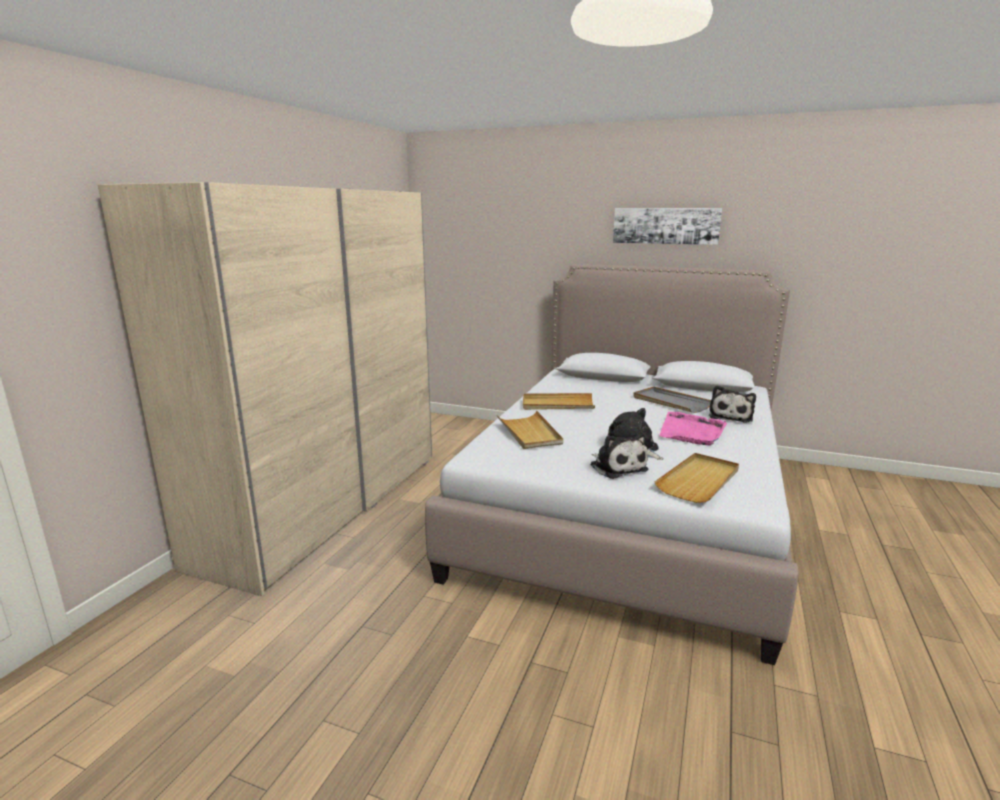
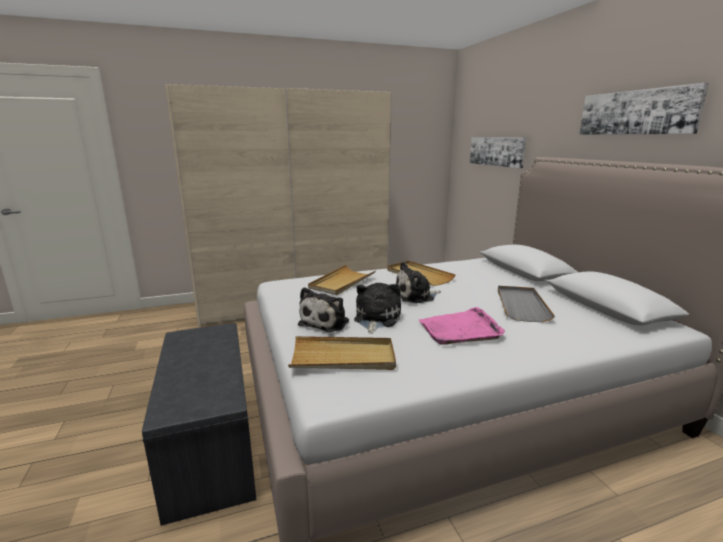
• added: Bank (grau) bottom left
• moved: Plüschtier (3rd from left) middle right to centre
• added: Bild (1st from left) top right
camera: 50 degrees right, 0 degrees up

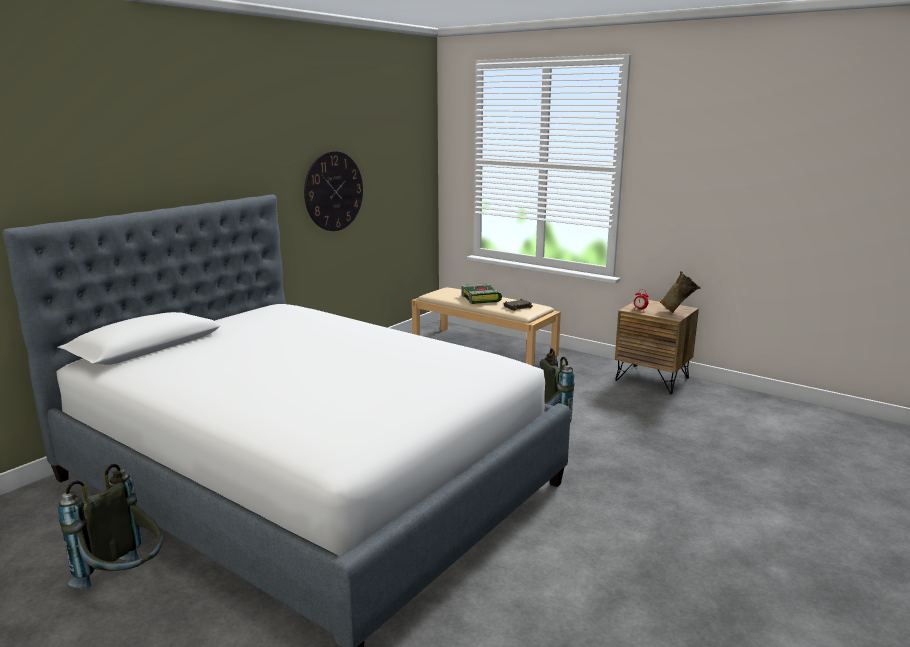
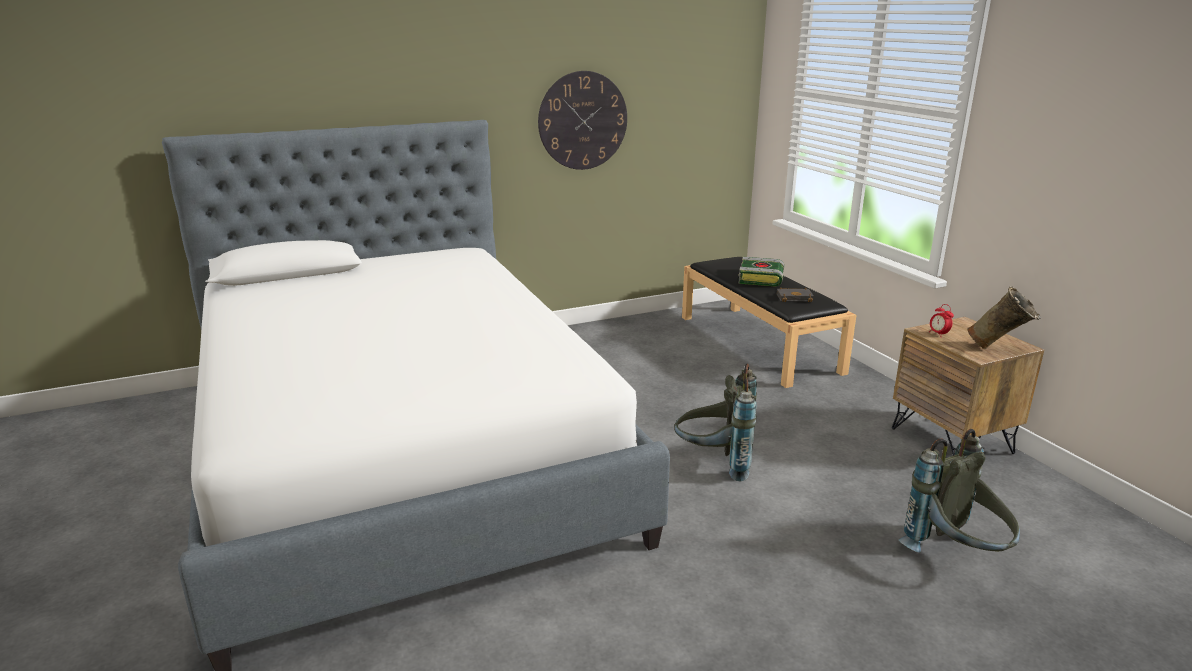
• recoloured: Bank (beige) centre to Bank (schwarz) centre
• moved: Rucksack (grau) (1st from left in the first image) bottom left to Rucksack (grau) (2nd from left) bottom right
camera: 30 degrees right, 5 degrees up

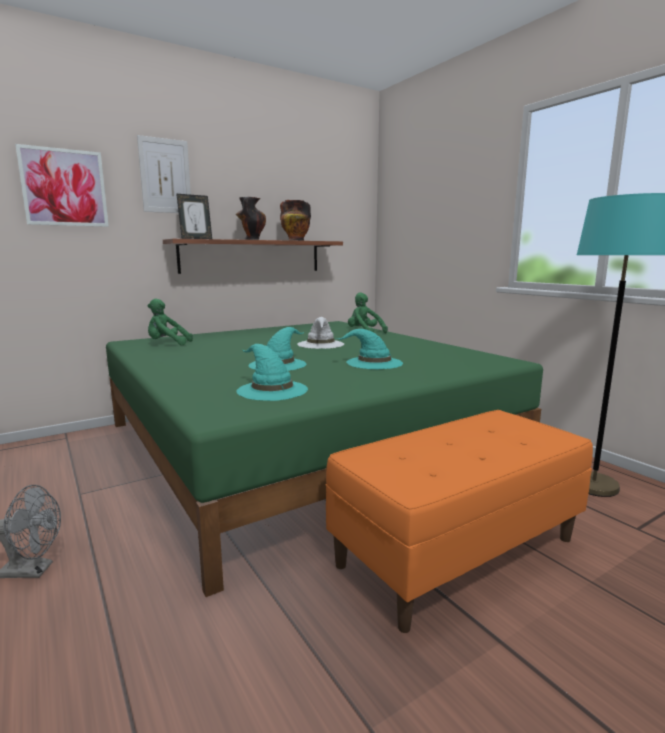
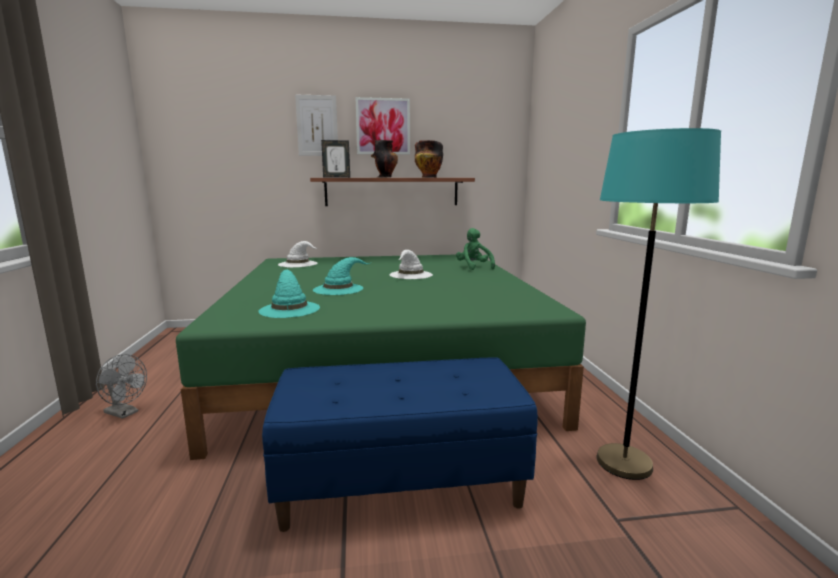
• recoloured: Bank (orange) bottom right to Bank (blau) bottom centre
• replaced: Plüschtier (grün) (1st from left) middle left to Hut (weiß) (1st from left) centre
• moved: Bild (1st from left in the first image) top left to Bild (2nd from left) top centre
• removed: Hut (türkis) (3rd from left) centre
camera: 25 degrees right, 0 degrees up

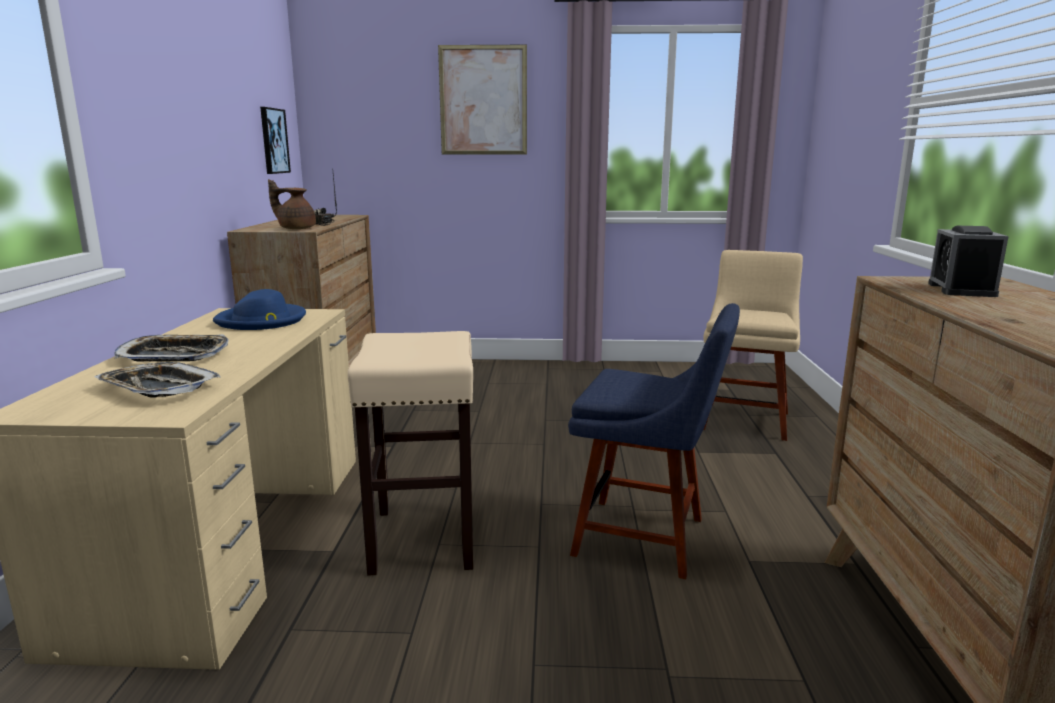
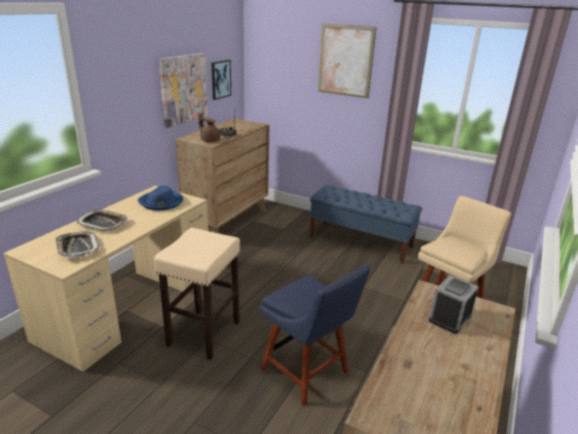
• added: Bild (1st from left) top left
• added: Bank (blau) centre
camera: 25 degrees right, 10 degrees up

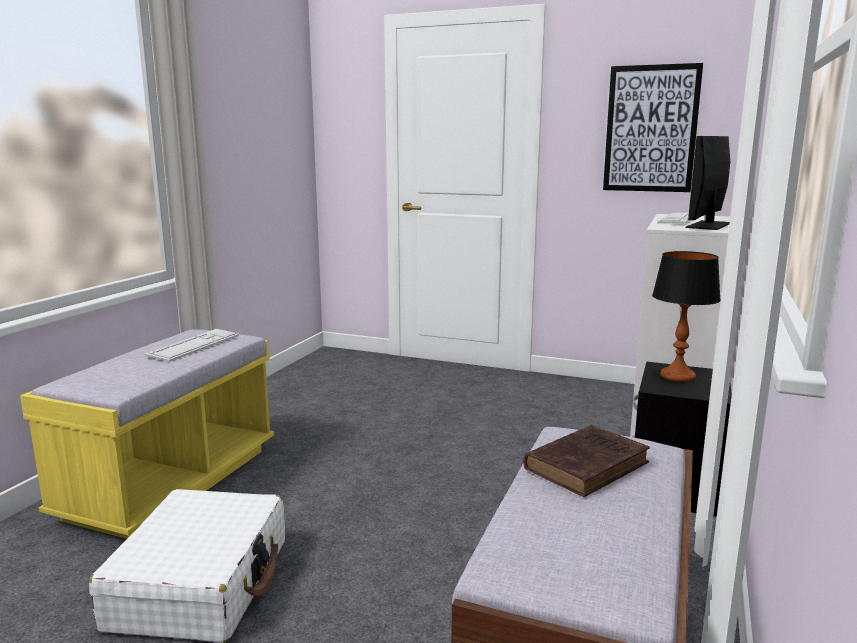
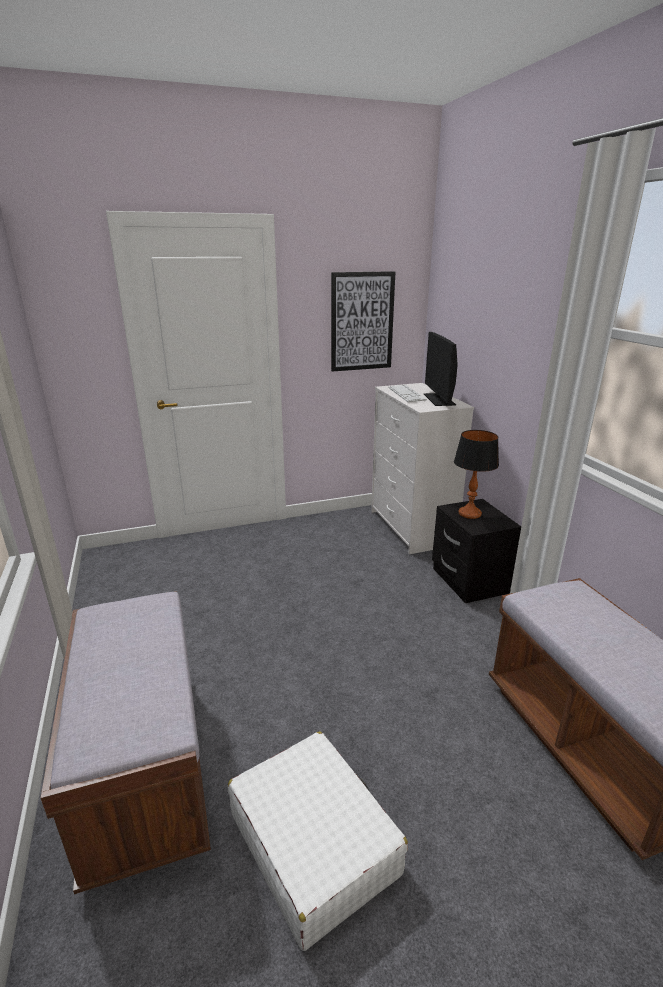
• recoloured: Bank (gelb) bottom left to Bank (braun) (1st from left) bottom left
• removed: Tastatur (1st from left) middle left
• removed: Buch (braun) bottom right
camera: 40 degrees left, 10 degrees up

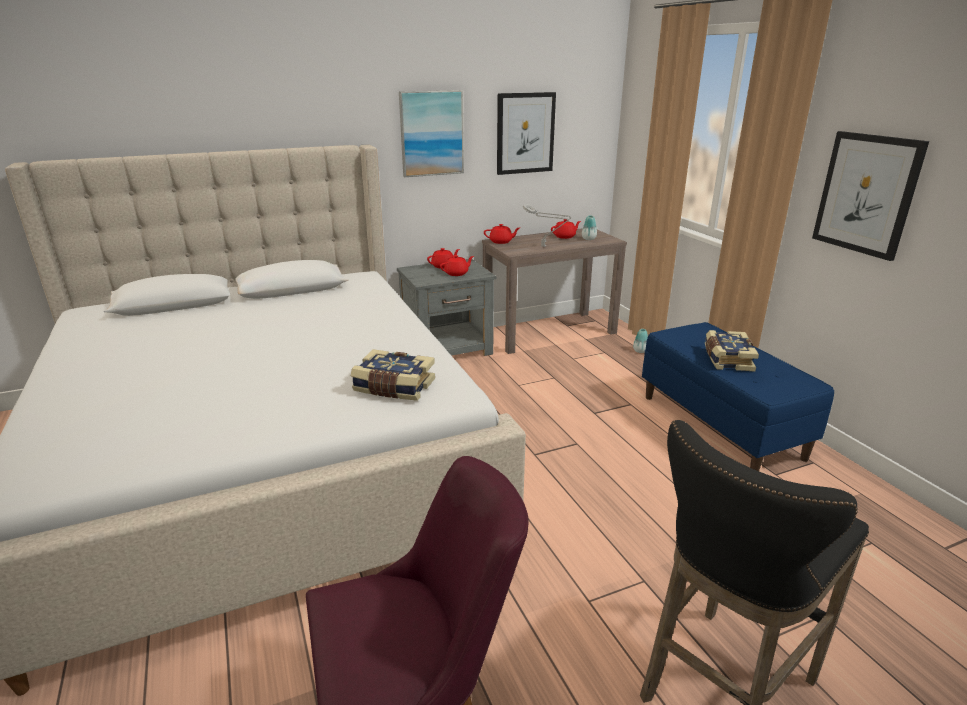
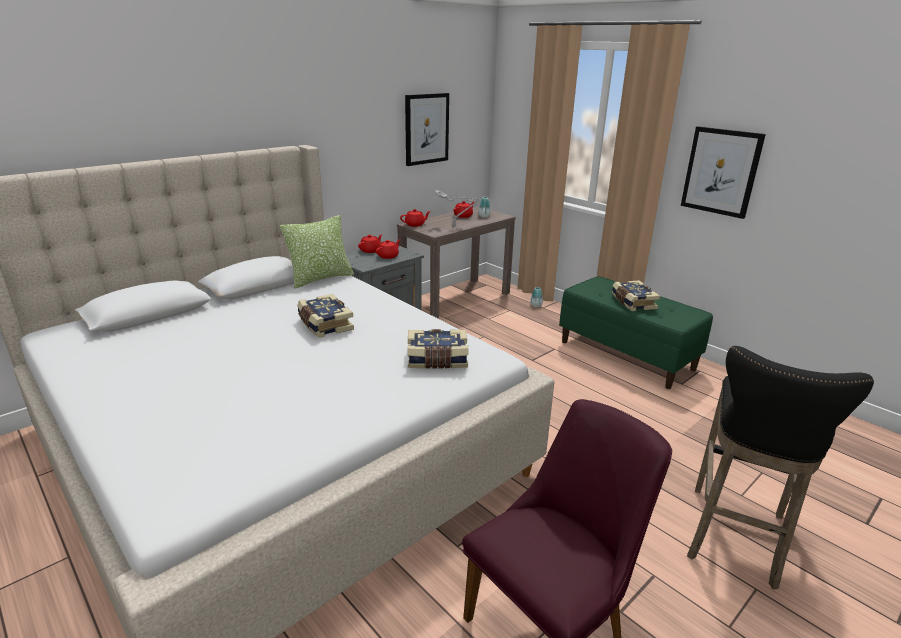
• added: Kissen centre
• added: Buch (1st from left) centre
• recoloured: Bank (blau) middle right to Bank (grün) middle right
• removed: Bild (1st from left) top centre
camera: 20 degrees left, 0 degrees up

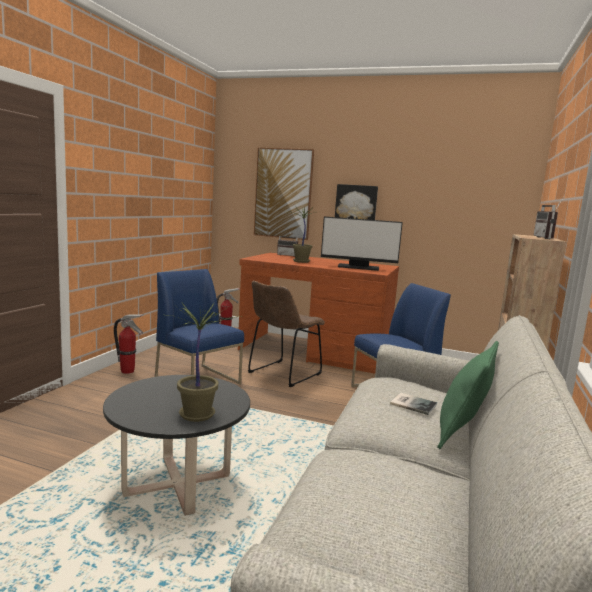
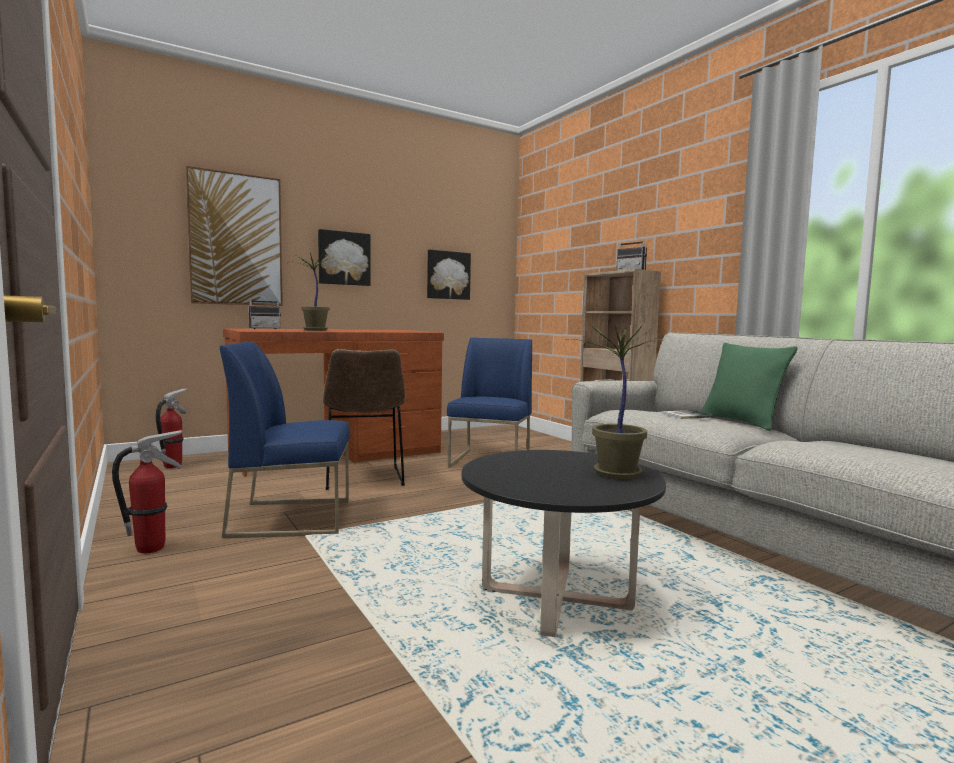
• added: Bild (3rd from left) centre
• removed: Monitor centre
camera: 50 degrees left, 5 degrees down

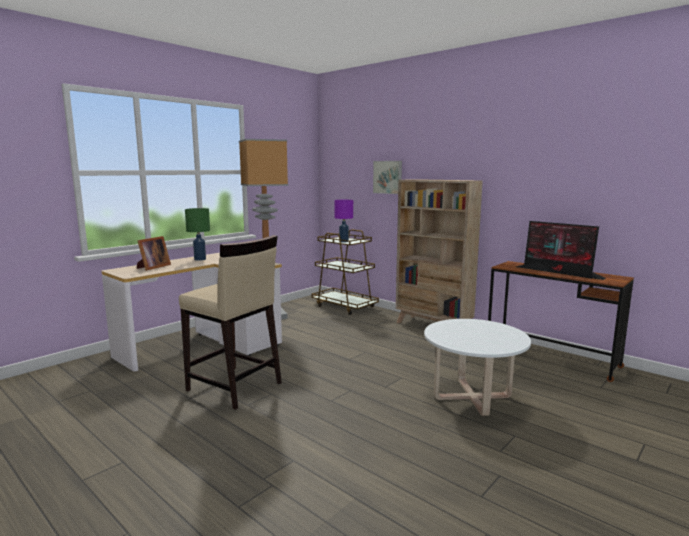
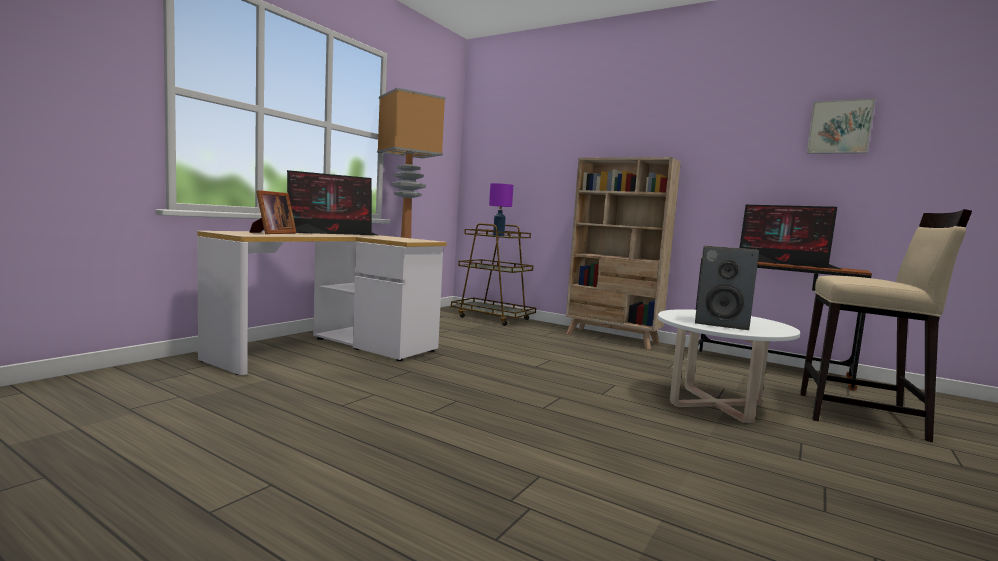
• replaced: Tischlampe (grün) middle left to Monitor (1st from left) middle left
• added: Lautsprecher middle right
• moved: Hocker (beige) centre to middle right
• moved: Bild top centre to top right
camera: 10 degrees left, 5 degrees down

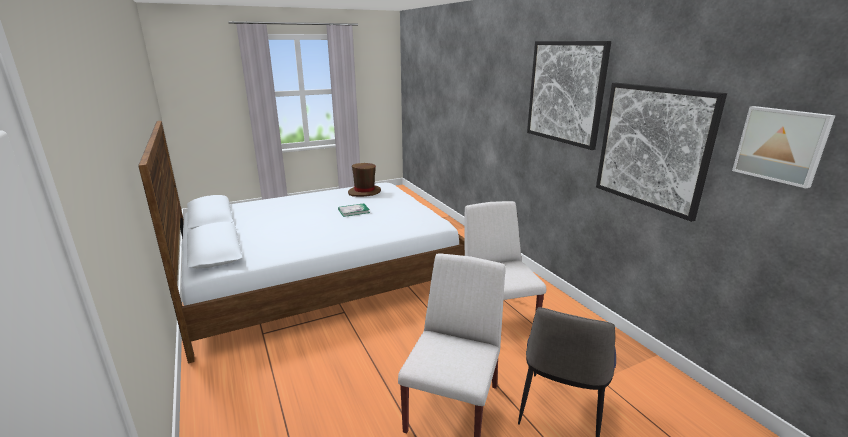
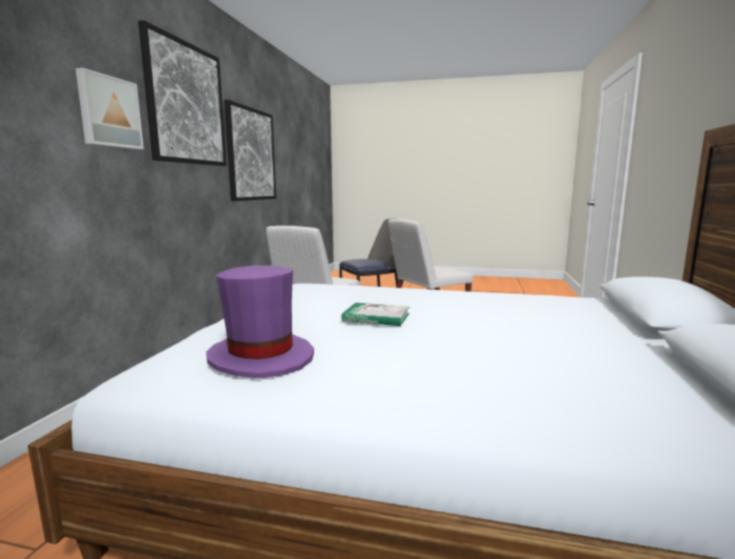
• moved: Bild (3rd from left in the first image) middle right to Bild (1st from left) top left
• recoloured: Hut (braun) centre to Hut (lila) centre
camera: 140 degrees left, 10 degrees down

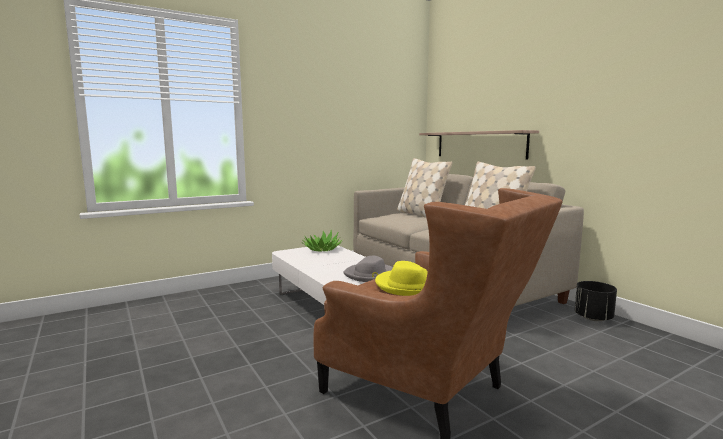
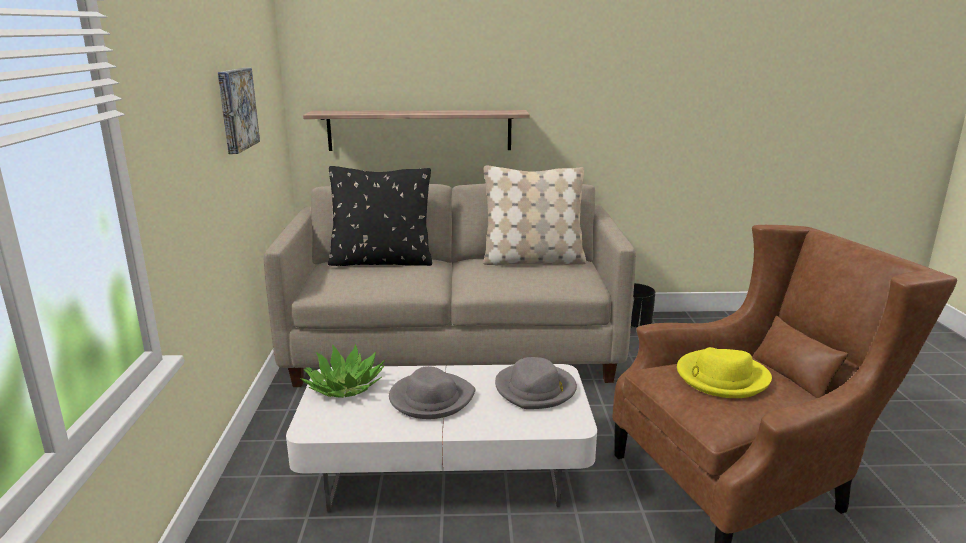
• added: Bild top left
• recoloured: Kissen (beige) (1st from left) centre to Kissen (schwarz) centre
• added: Hut (grau) (1st from left) bottom centre
camera: 60 degrees left, 10 degrees up

